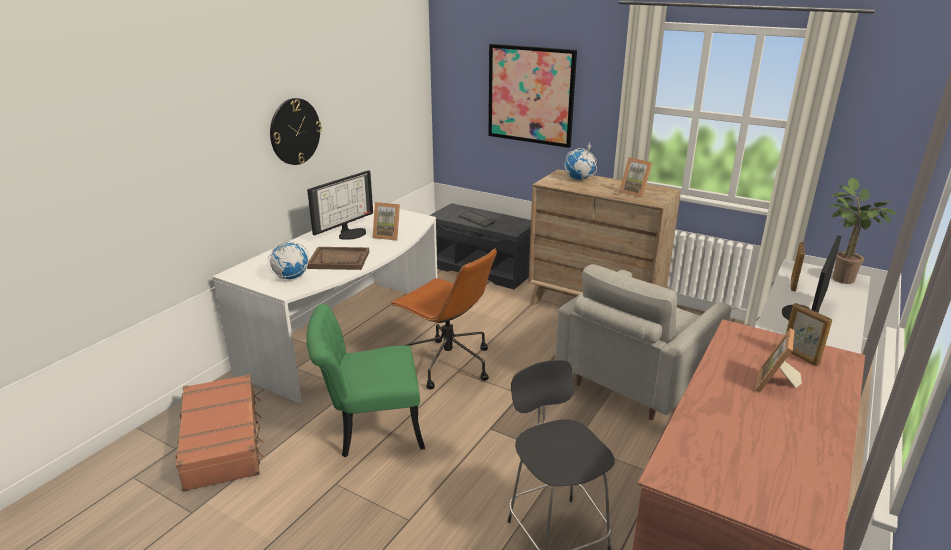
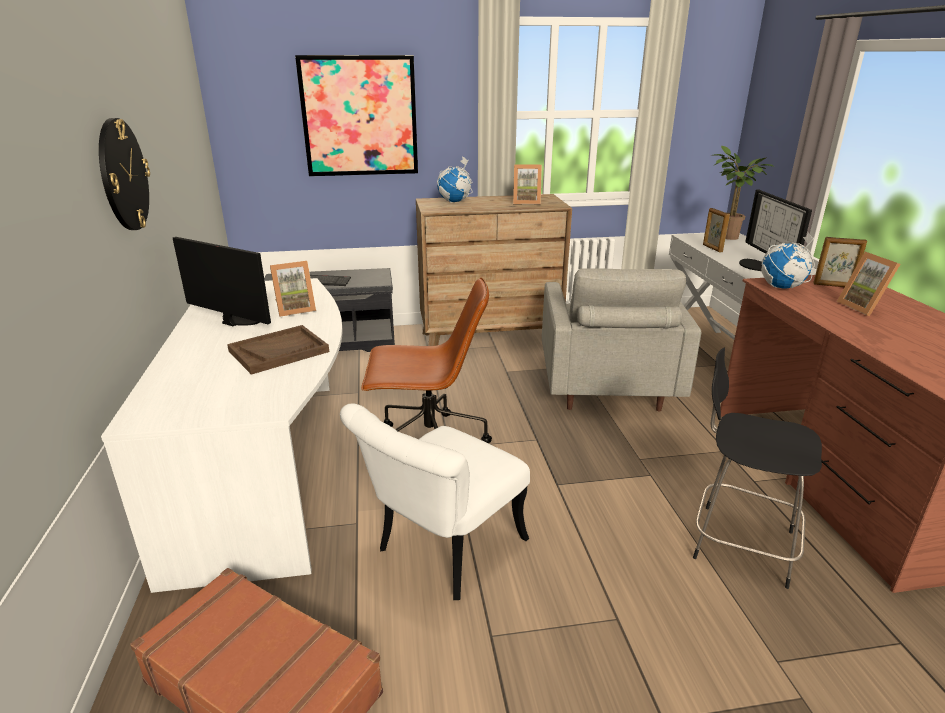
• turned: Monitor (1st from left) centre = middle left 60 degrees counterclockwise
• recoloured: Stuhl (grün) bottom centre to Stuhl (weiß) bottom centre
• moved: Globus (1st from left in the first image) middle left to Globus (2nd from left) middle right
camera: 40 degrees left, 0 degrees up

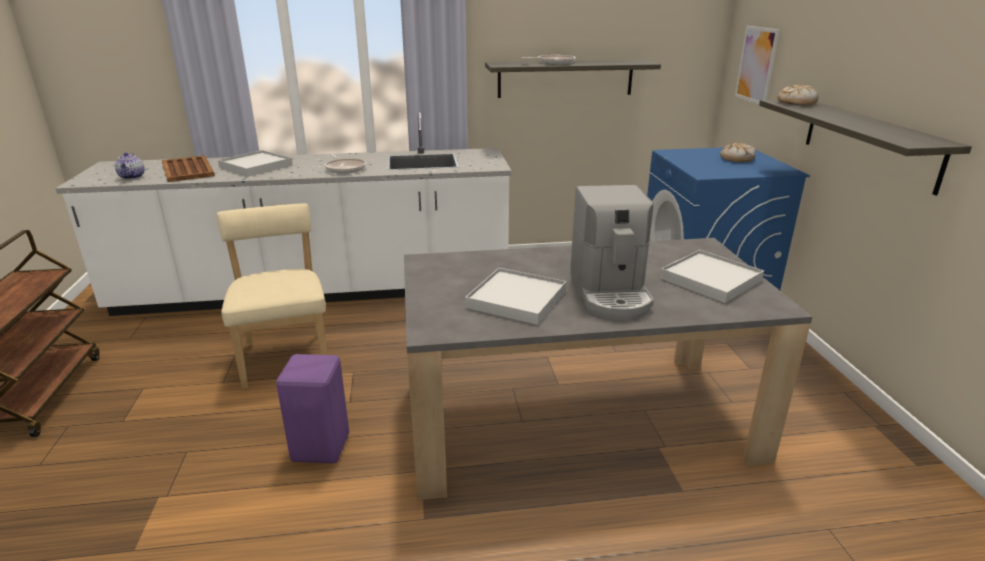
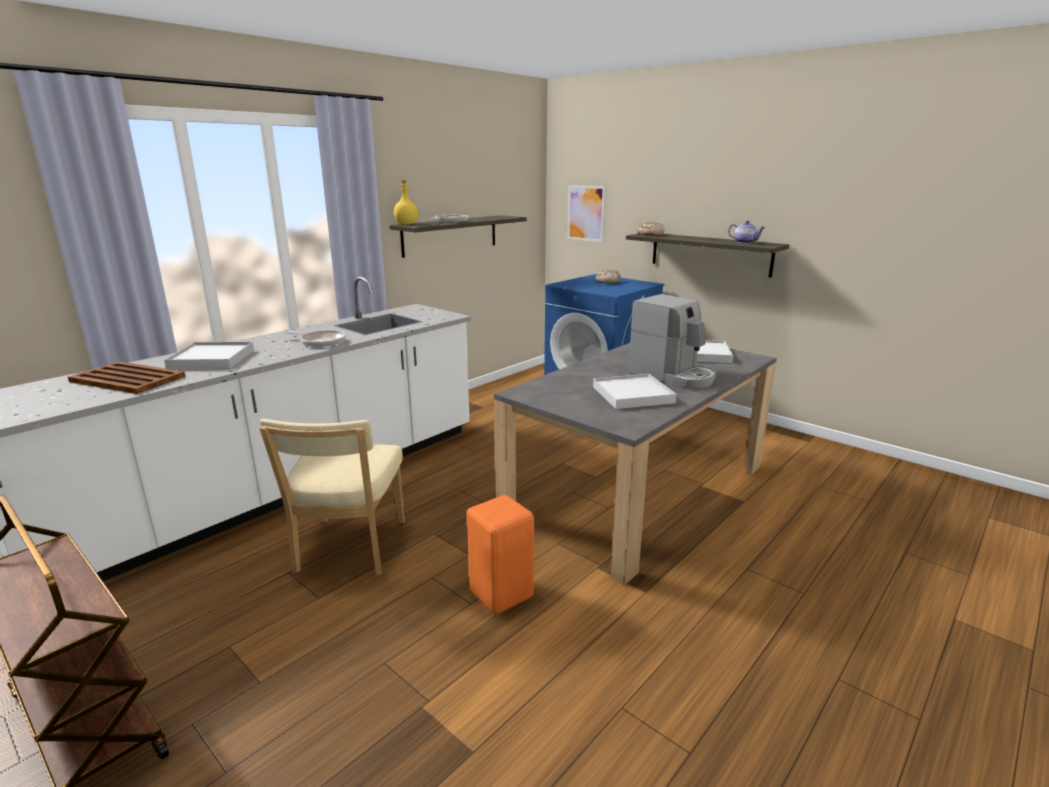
• turned: Stuhl (beige) middle left = middle left 120 degrees counterclockwise
• added: Flasche (gelb) top centre
• recoloured: Hocker (lila) bottom left to Hocker (orange) bottom centre
• moved: Teekanne top left to top right
camera: 40 degrees left, 5 degrees down

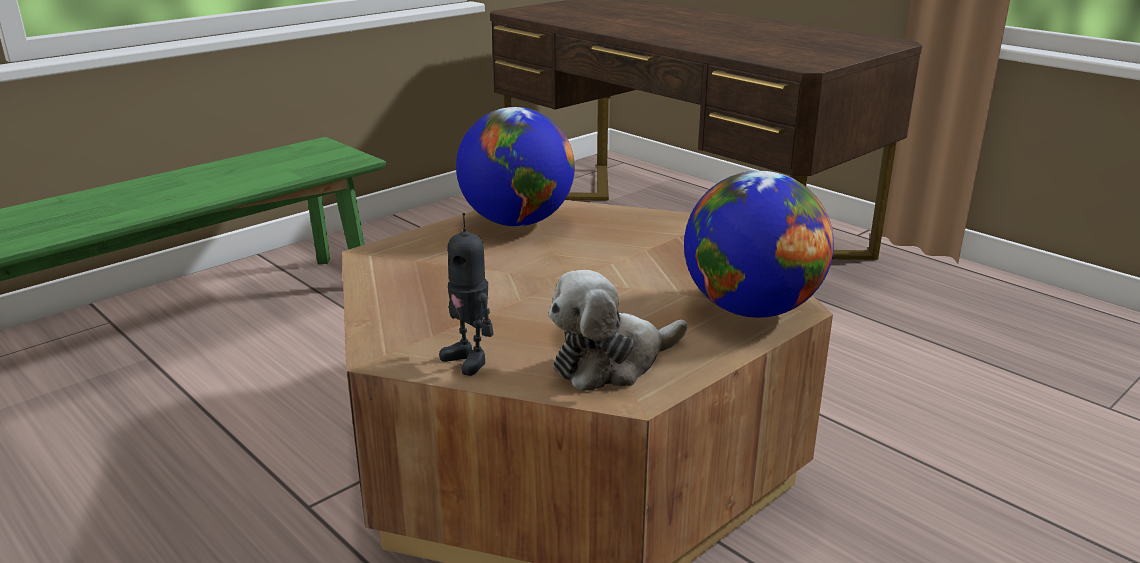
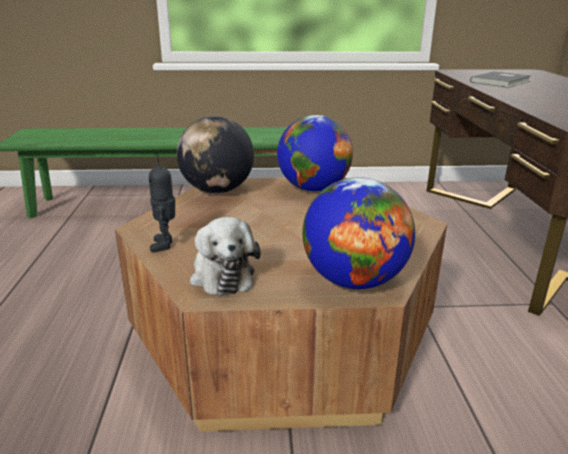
• added: Globus (1st from left) centre
• turned: Plüschtier centre = centre 120 degrees counterclockwise
• added: Buch (grau) top right
camera: 40 degrees right, 0 degrees up

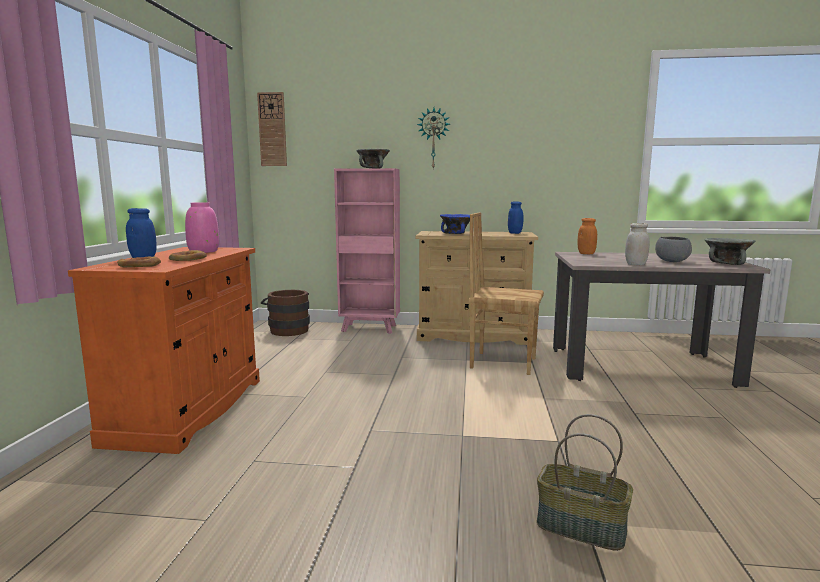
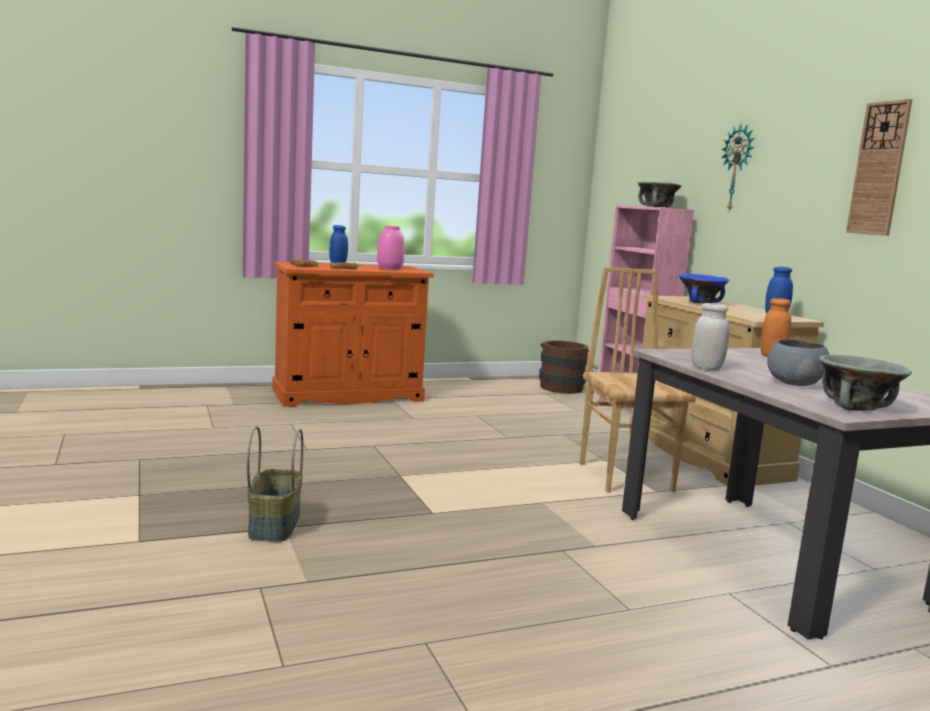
• moved: Wanduhr (1st from left in the first image) top left to Wanduhr (2nd from left) top right
camera: 60 degrees right, 0 degrees up

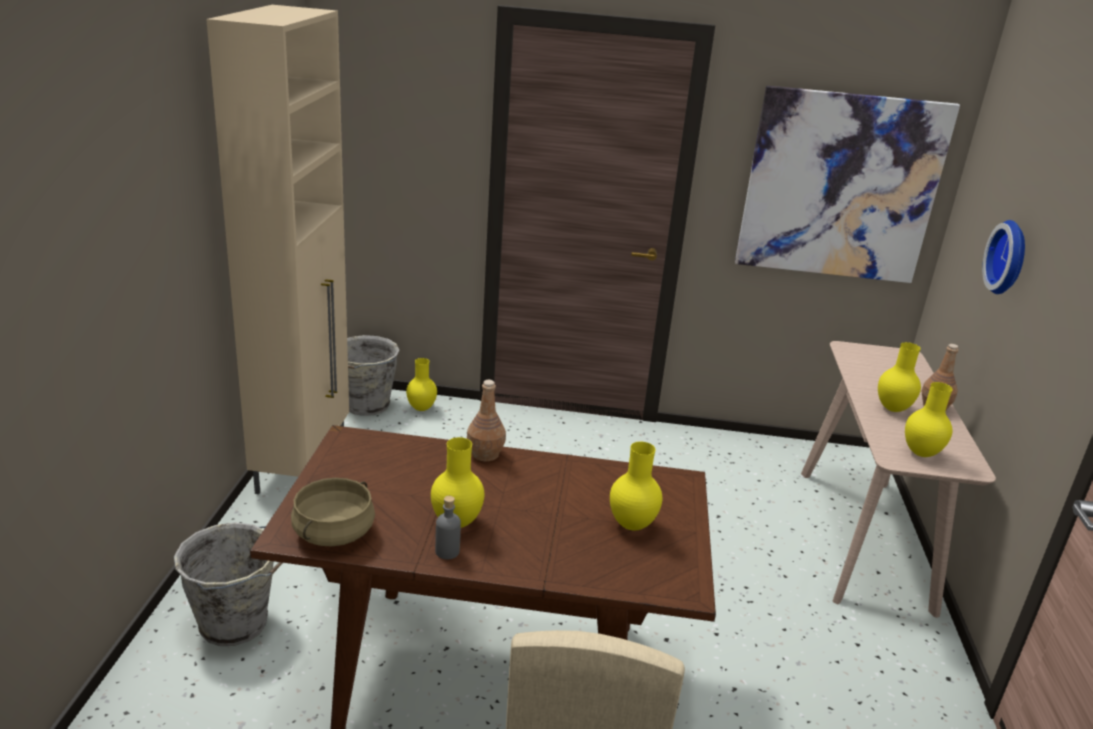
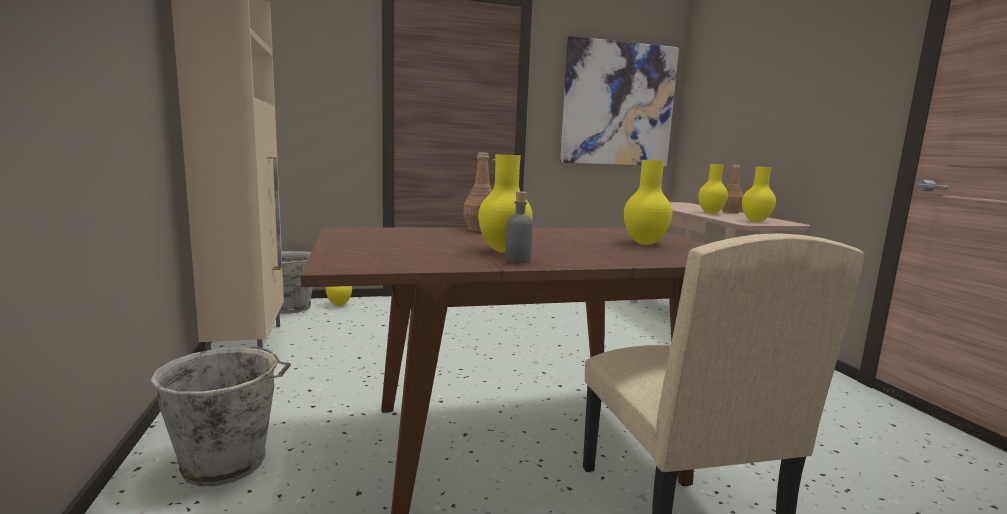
• removed: Kochtopf (beige) bottom left
• removed: Wanduhr middle right
camera: 20 degrees left, 15 degrees down

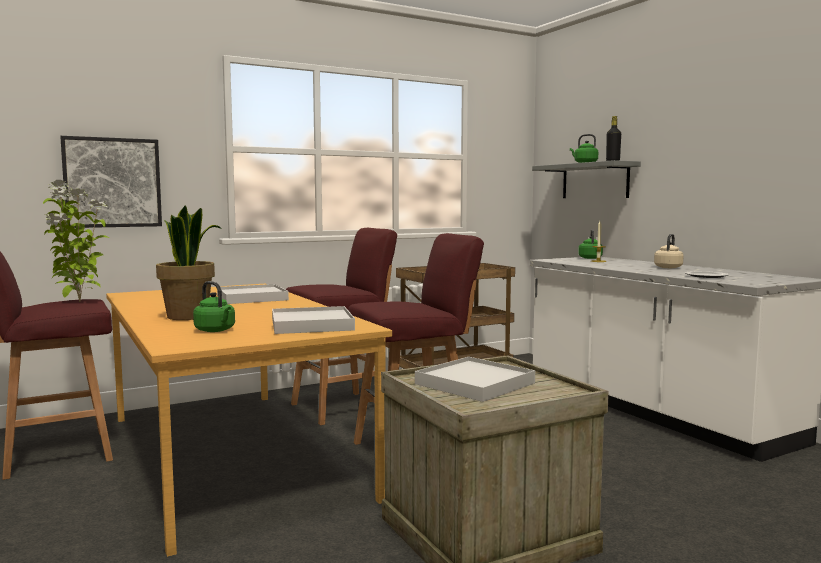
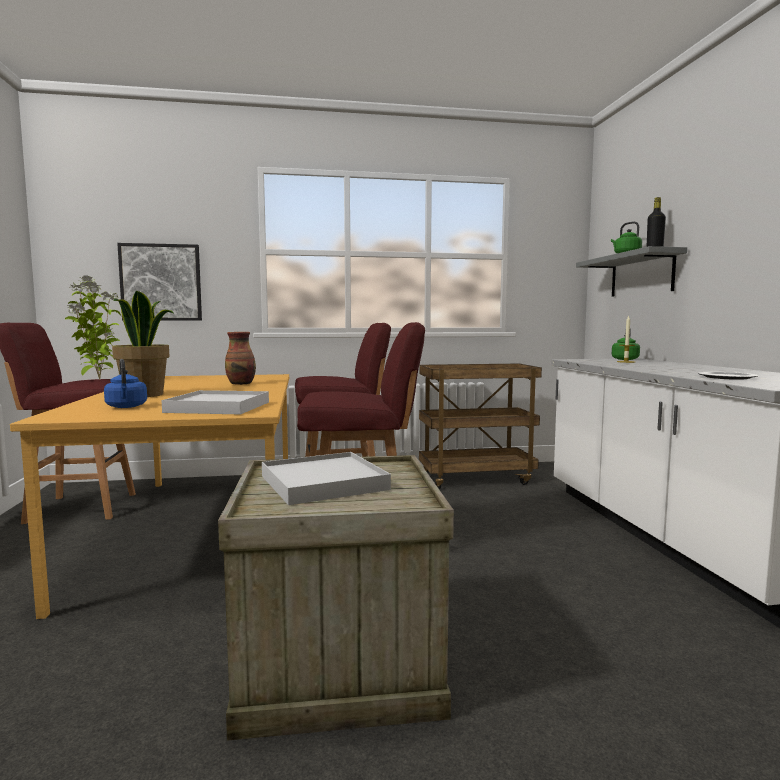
• recoloured: Wasserkessel (grün) (1st from left) middle left to Wasserkessel (blau) middle left
• replaced: Tablett (weiß) (1st from left) middle left to Vase middle left
• removed: Wasserkessel (beige) middle right
camera: 20 degrees right, 0 degrees up

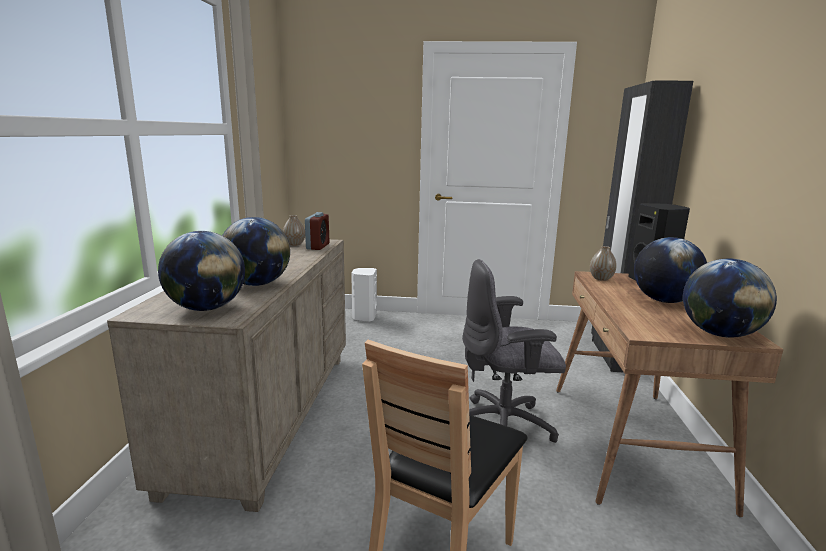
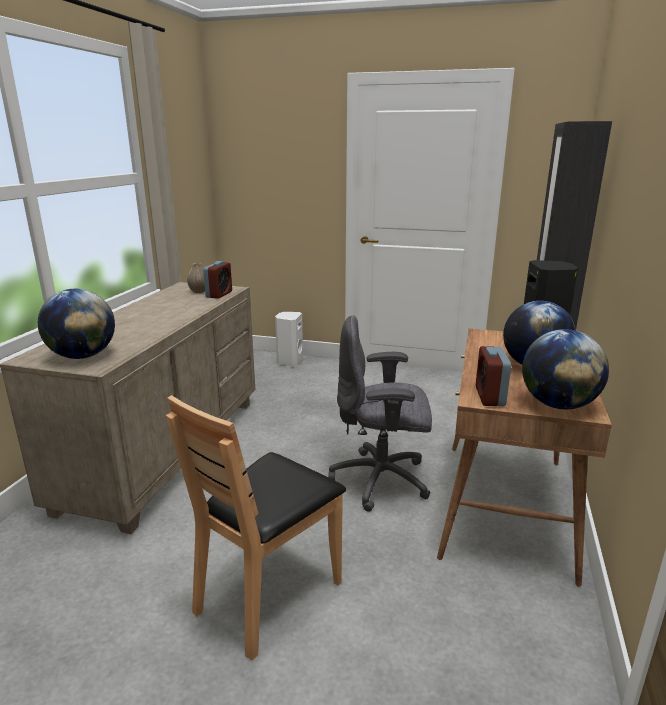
• added: Wecker (2nd from left) middle right
• removed: Globus (2nd from left) middle left
• removed: Vase (2nd from left) middle right
camera: 10 degrees right, 5 degrees up

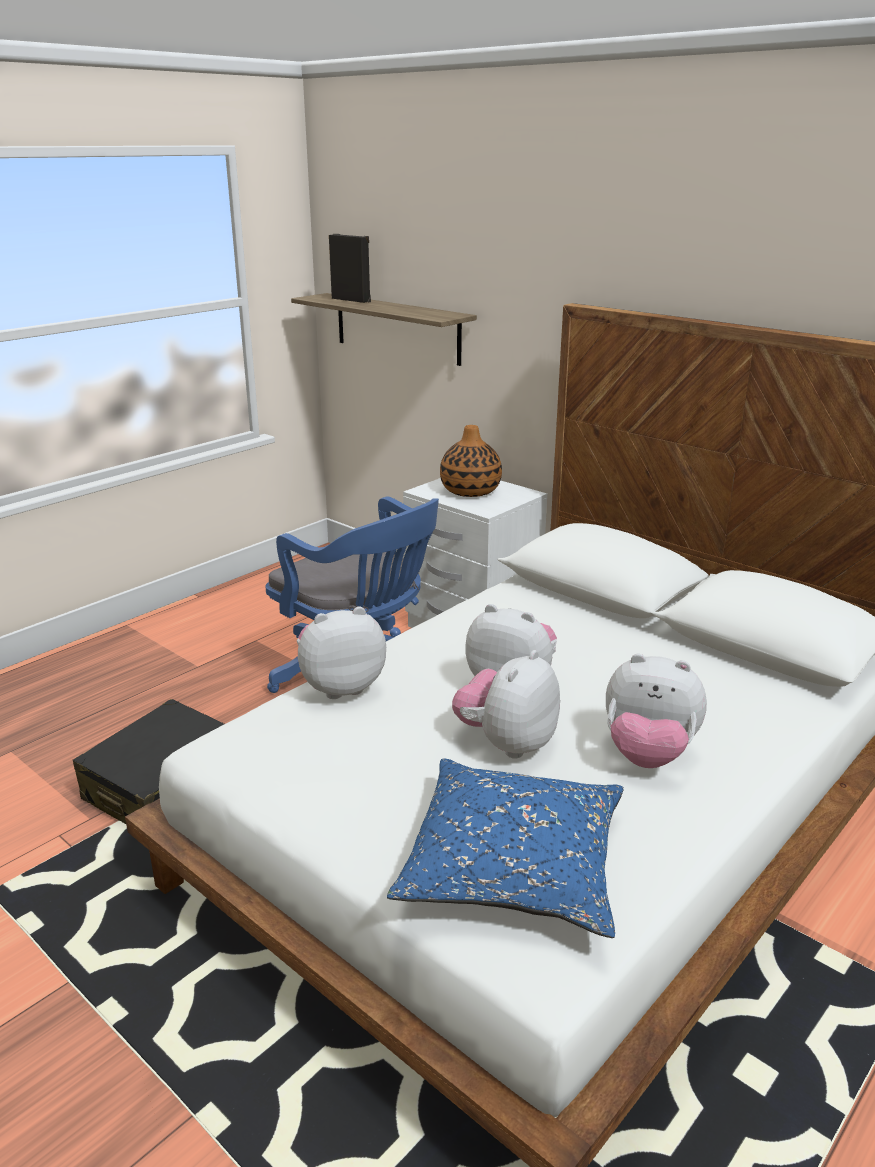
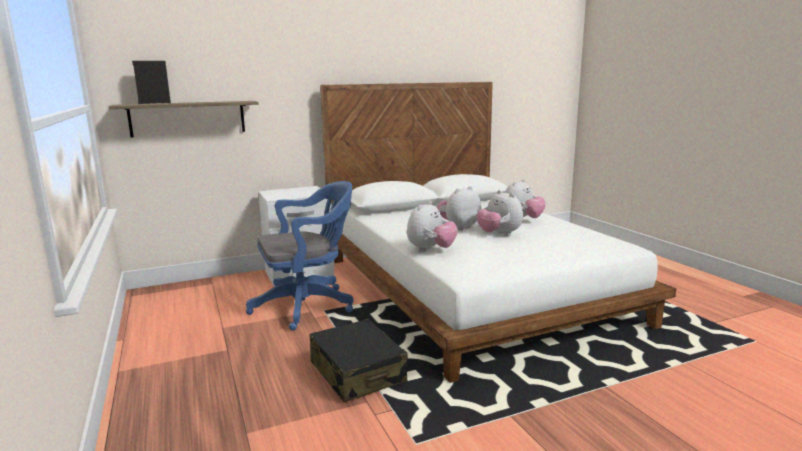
• turned: Plüschtier (1st from left) centre = centre 150 degrees counterclockwise
• removed: Kissen (blau) bottom centre
• removed: Vase centre
camera: 65 degrees left, 10 degrees down

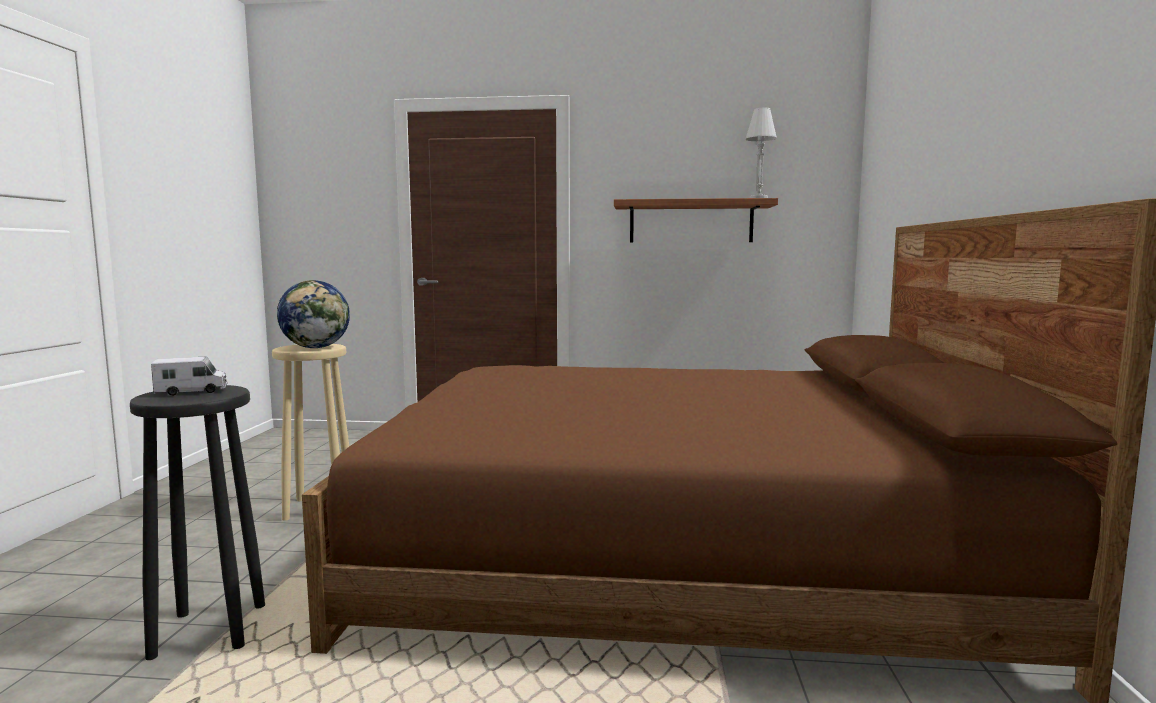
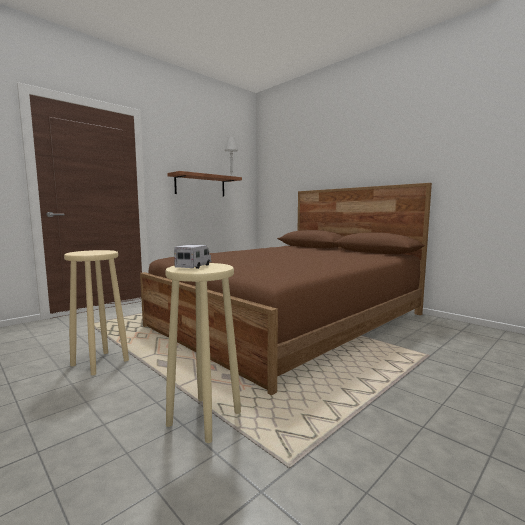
• recoloured: Hocker (schwarz) bottom left to Hocker (beige) (2nd from left) bottom centre
• removed: Globus middle left
camera: 50 degrees left, 0 degrees up

